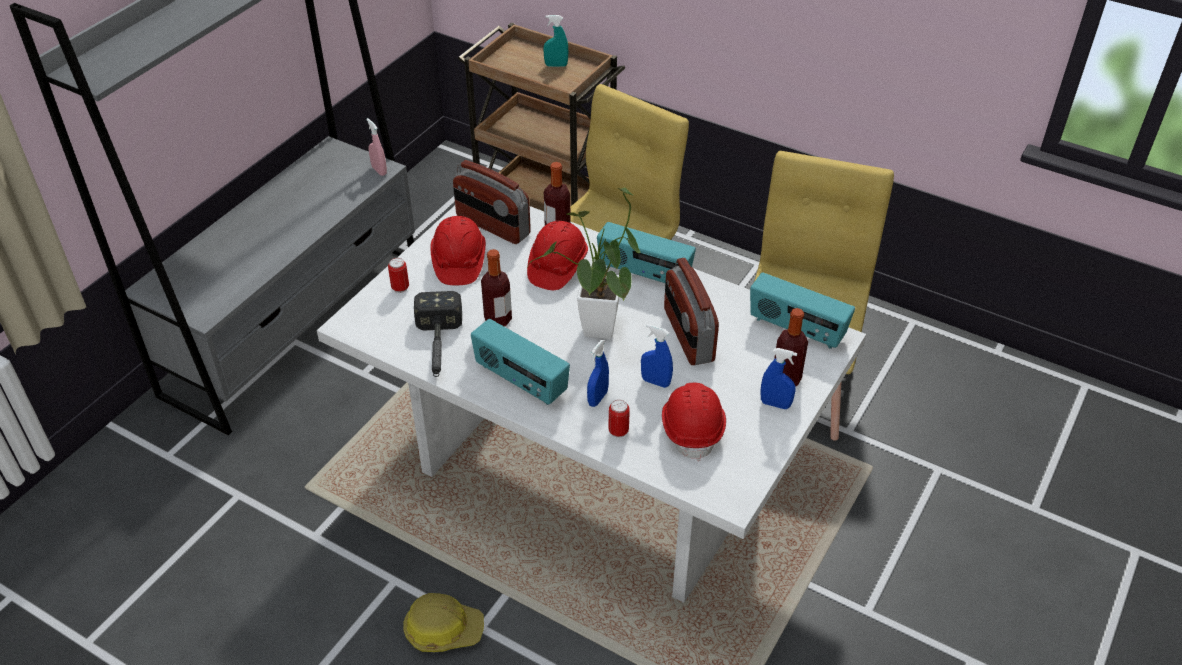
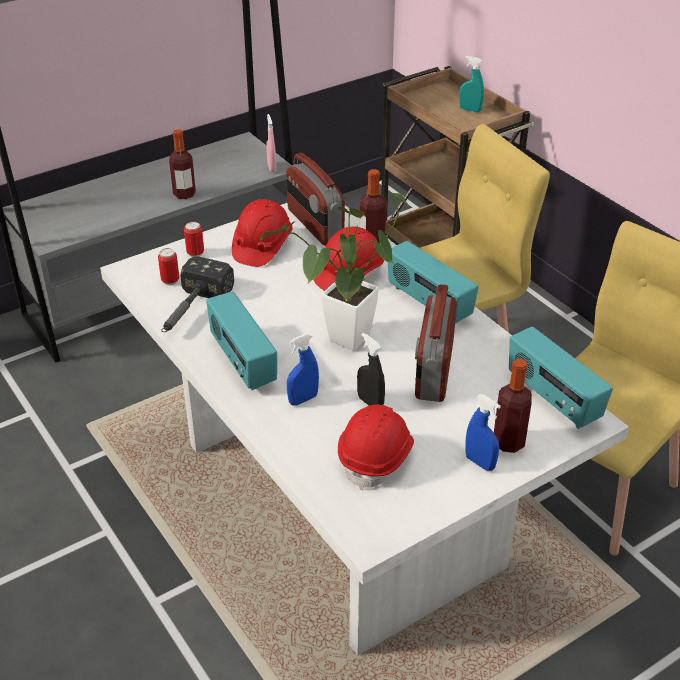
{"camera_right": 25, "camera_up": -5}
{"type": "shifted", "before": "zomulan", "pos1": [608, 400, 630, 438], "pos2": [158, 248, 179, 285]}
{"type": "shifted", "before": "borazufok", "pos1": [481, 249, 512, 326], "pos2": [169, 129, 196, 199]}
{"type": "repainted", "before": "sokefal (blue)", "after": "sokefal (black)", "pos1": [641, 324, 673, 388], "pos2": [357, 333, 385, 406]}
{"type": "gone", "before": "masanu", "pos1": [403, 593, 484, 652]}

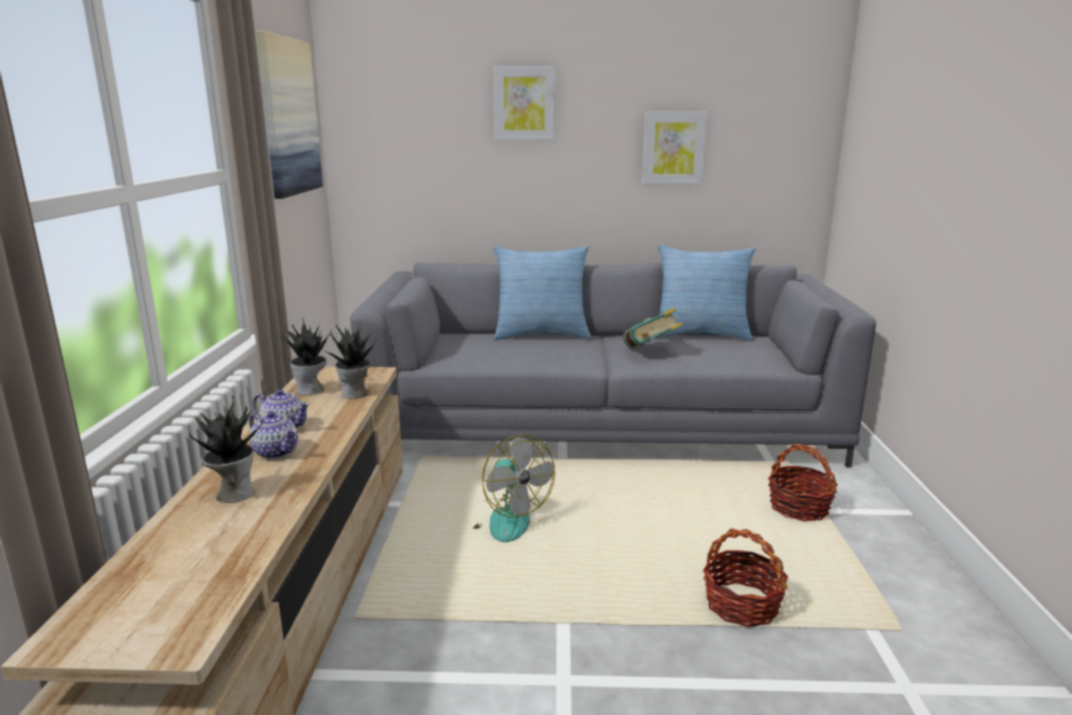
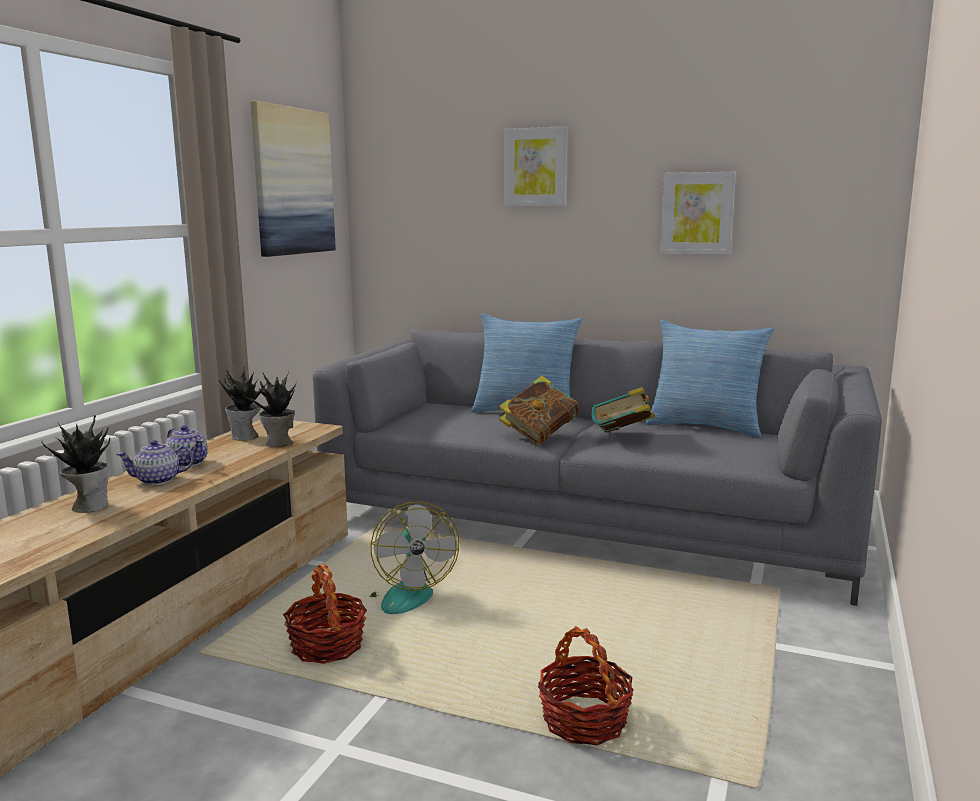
{"camera_right": 20, "camera_up": -5}
{"type": "rotated", "before": "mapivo", "pos1": [249, 411, 298, 459], "pos2": [116, 440, 194, 485], "turn": 105}
{"type": "shifted", "before": "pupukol", "pos1": [768, 444, 838, 522], "pos2": [283, 564, 367, 664]}
{"type": "new", "after": "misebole", "pos2": [499, 376, 579, 445]}

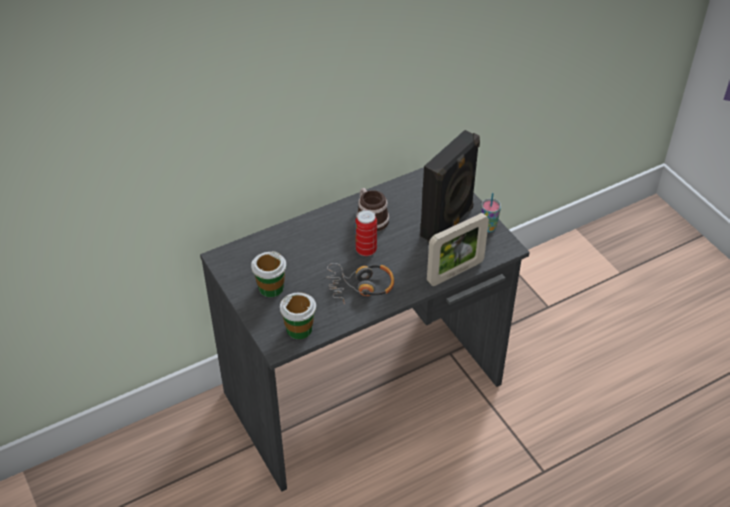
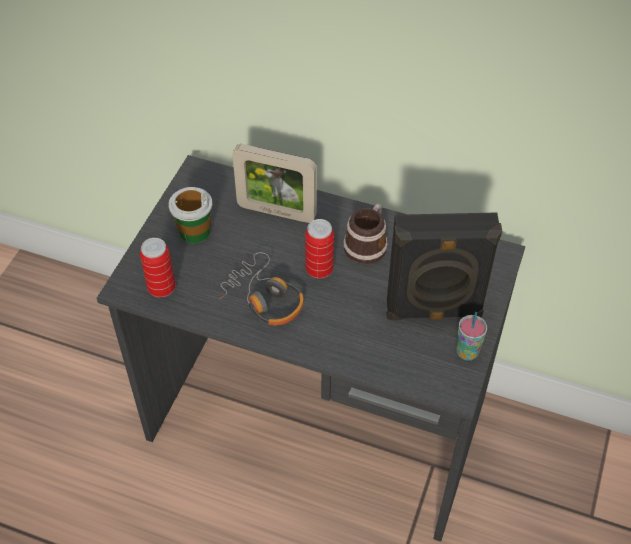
{"camera_right": 50, "camera_up": 5}
{"type": "swapped", "before": "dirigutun", "after": "zomulan", "pos1": [280, 293, 316, 339], "pos2": [140, 238, 175, 297]}
{"type": "shifted", "before": "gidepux", "pos1": [427, 213, 489, 286], "pos2": [232, 144, 317, 223]}

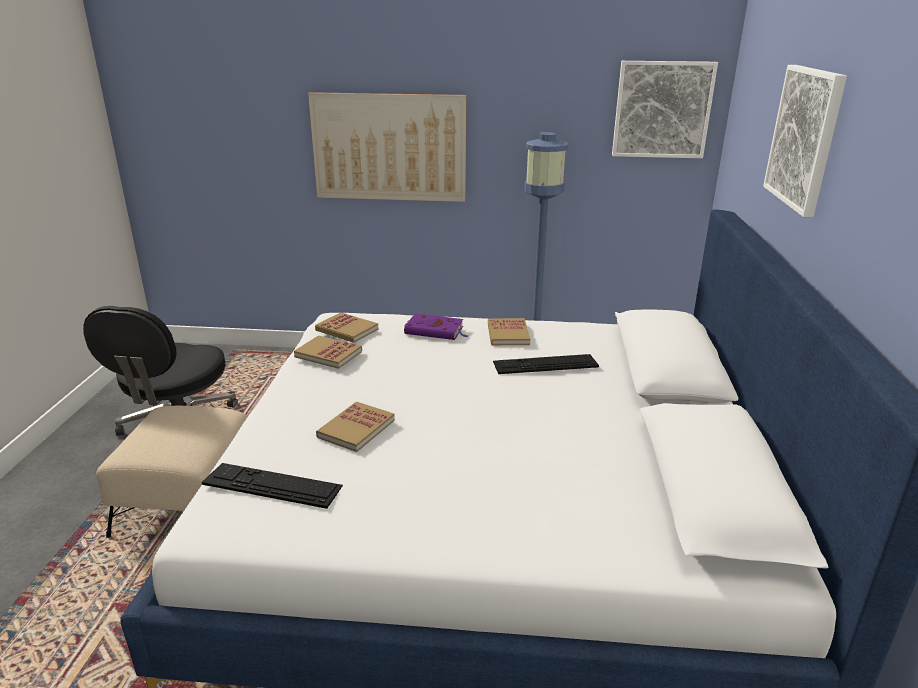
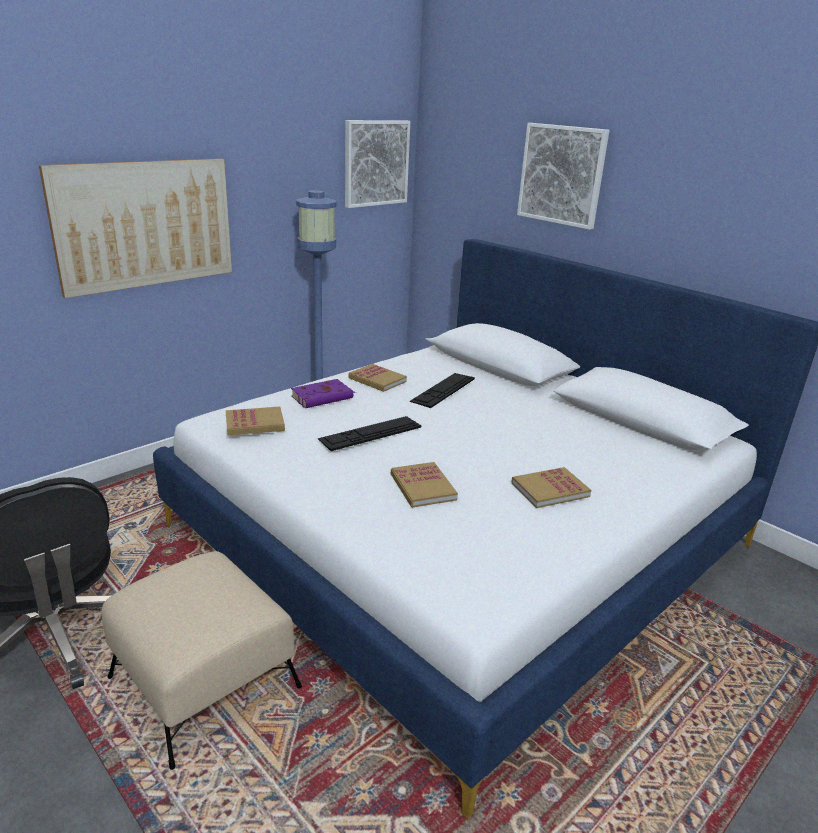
{"camera_right": -50, "camera_up": 0}
{"type": "shifted", "before": "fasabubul", "pos1": [202, 463, 343, 509], "pos2": [318, 416, 421, 451]}
{"type": "shifted", "before": "misebole", "pos1": [294, 336, 362, 369], "pos2": [511, 467, 591, 508]}

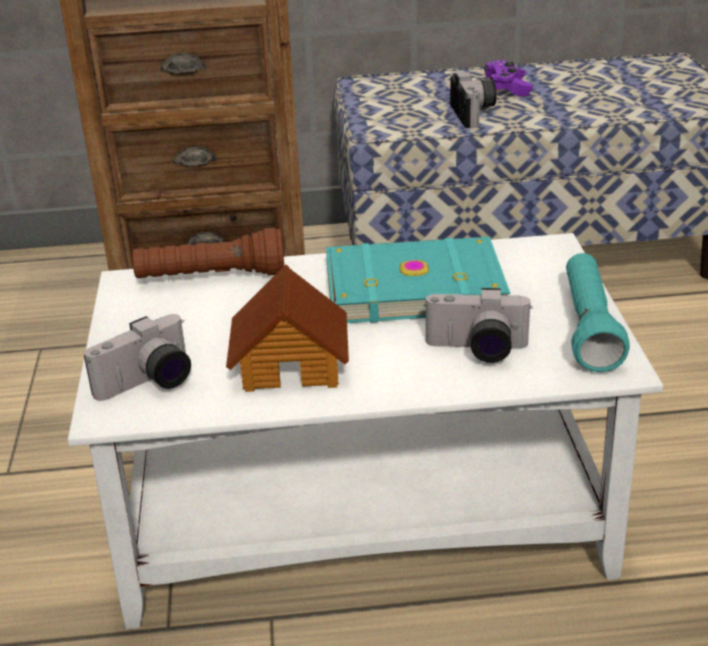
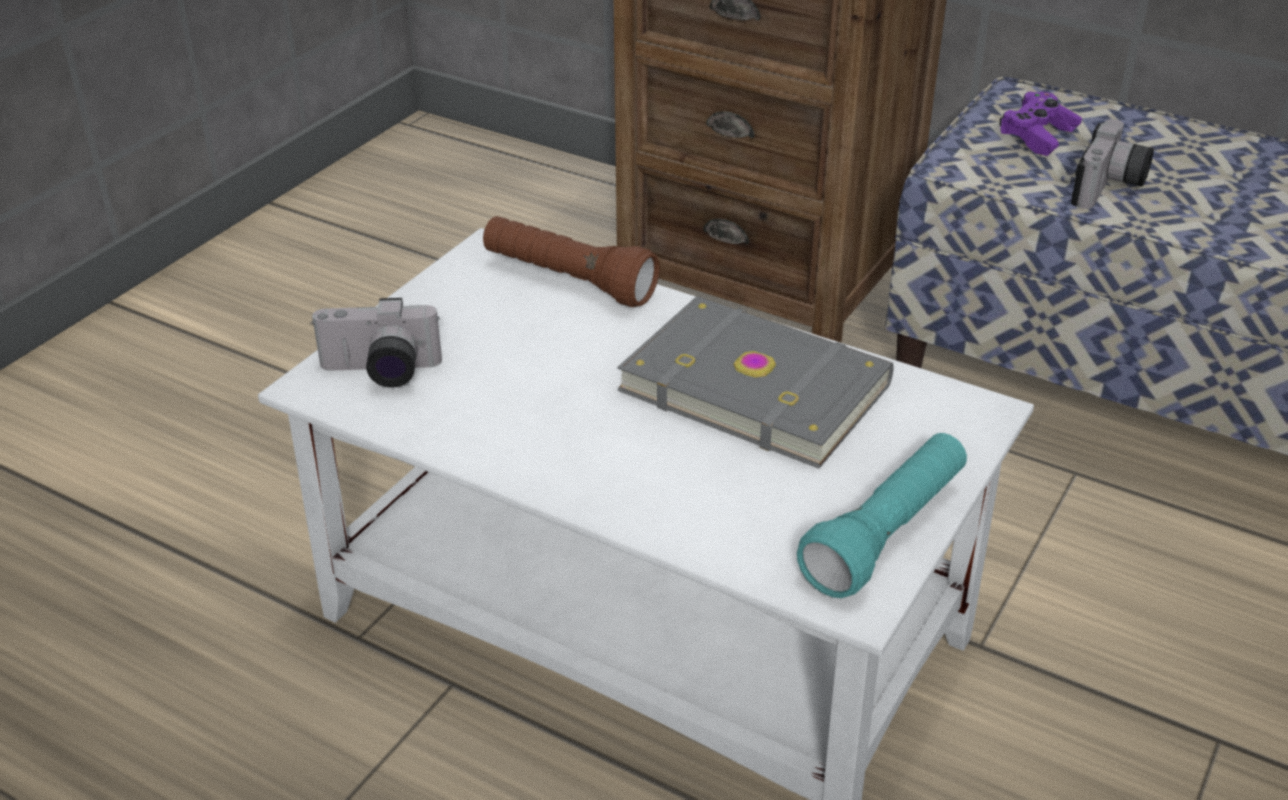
{"camera_right": 35, "camera_up": 5}
{"type": "repainted", "before": "misebole (turquoise)", "after": "misebole (grey)", "pos1": [326, 236, 510, 323], "pos2": [617, 296, 894, 469]}
{"type": "shifted", "before": "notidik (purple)", "pos1": [484, 60, 533, 97], "pos2": [999, 92, 1082, 156]}
{"type": "gone", "before": "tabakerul", "pos1": [226, 264, 349, 392]}
{"type": "gone", "before": "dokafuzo", "pos1": [424, 288, 533, 363]}

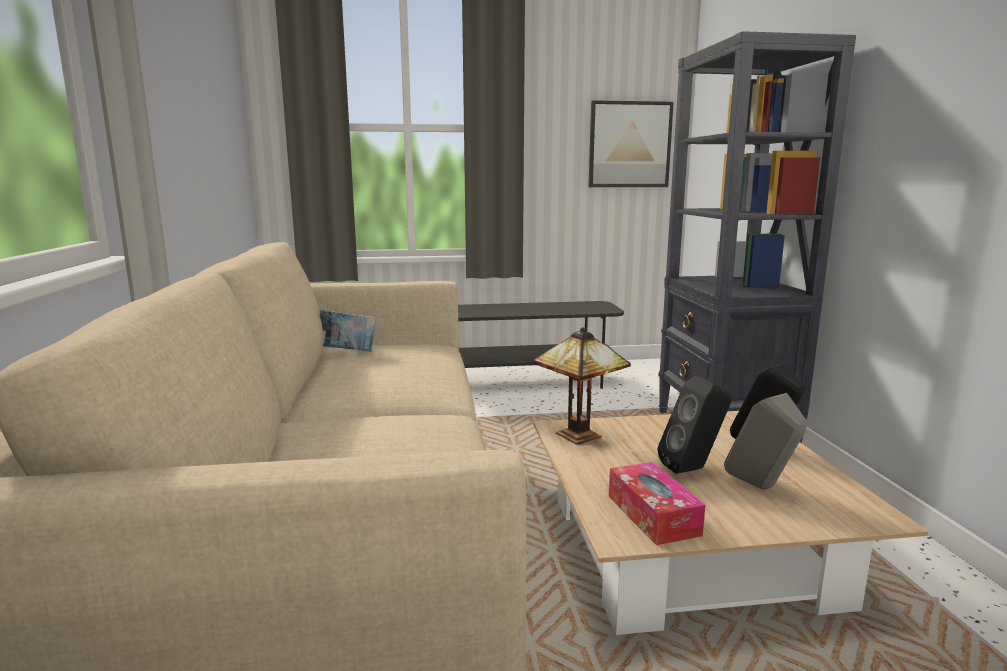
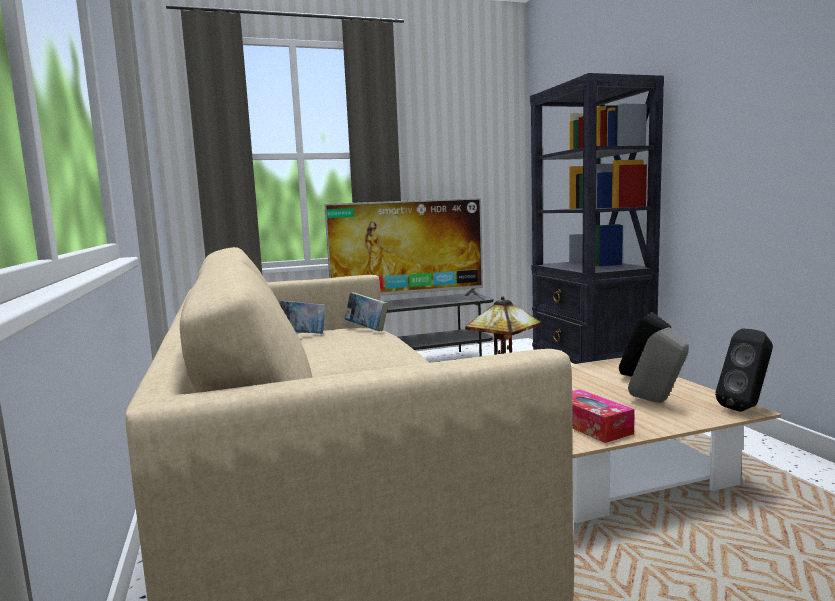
{"camera_right": -10, "camera_up": -5}
{"type": "new", "after": "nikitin", "pos2": [324, 198, 486, 300]}
{"type": "new", "after": "misebole", "pos2": [345, 292, 388, 331]}
{"type": "shifted", "before": "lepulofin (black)", "pos1": [657, 376, 731, 474], "pos2": [715, 328, 773, 412]}
{"type": "gone", "before": "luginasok", "pos1": [588, 100, 674, 187]}

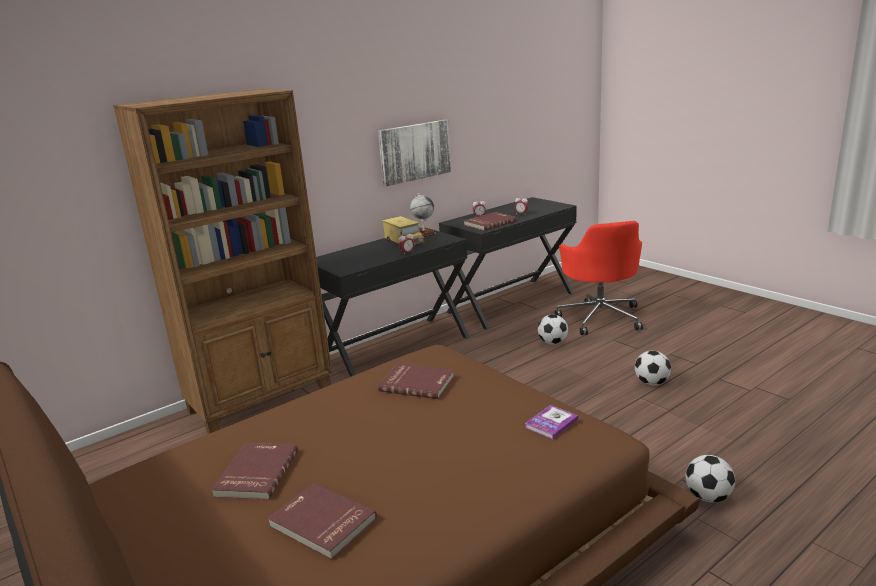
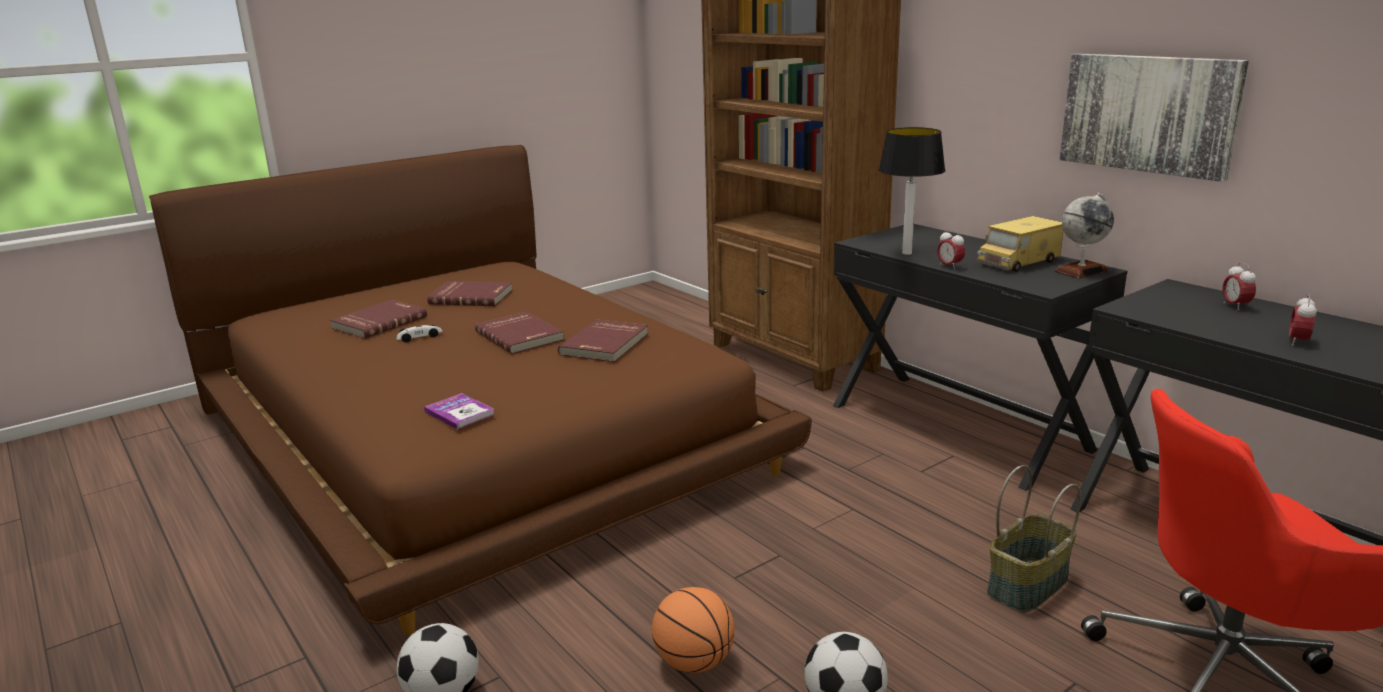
{"camera_right": 90, "camera_up": 0}
{"type": "new", "after": "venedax", "pos2": [396, 325, 443, 343]}
{"type": "shifted", "before": "misebole (red)", "pos1": [464, 212, 516, 231], "pos2": [475, 312, 565, 354]}
{"type": "new", "after": "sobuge", "pos2": [652, 587, 735, 673]}
{"type": "new", "after": "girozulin", "pos2": [878, 127, 945, 255]}
{"type": "swapped", "before": "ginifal", "after": "pupukol", "pos1": [538, 314, 568, 345], "pos2": [987, 465, 1081, 613]}

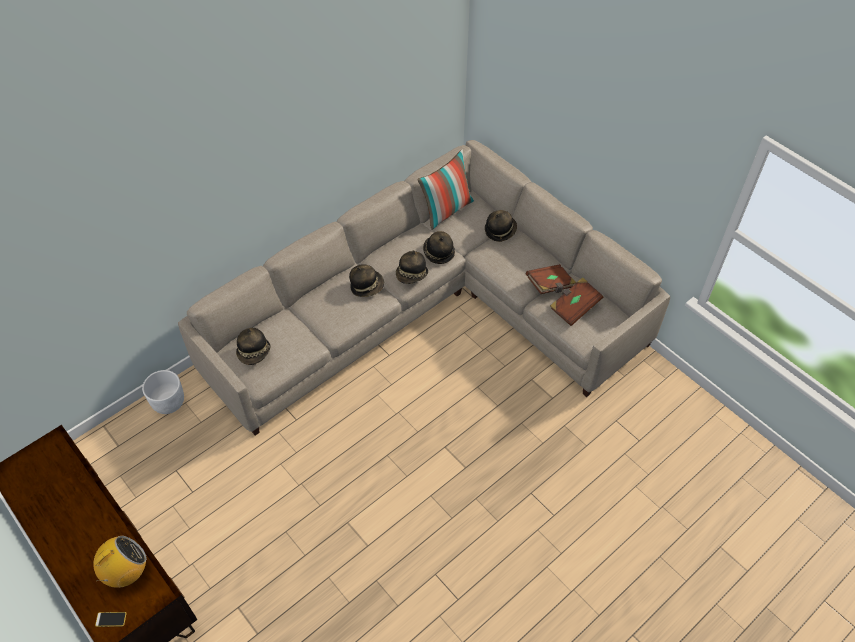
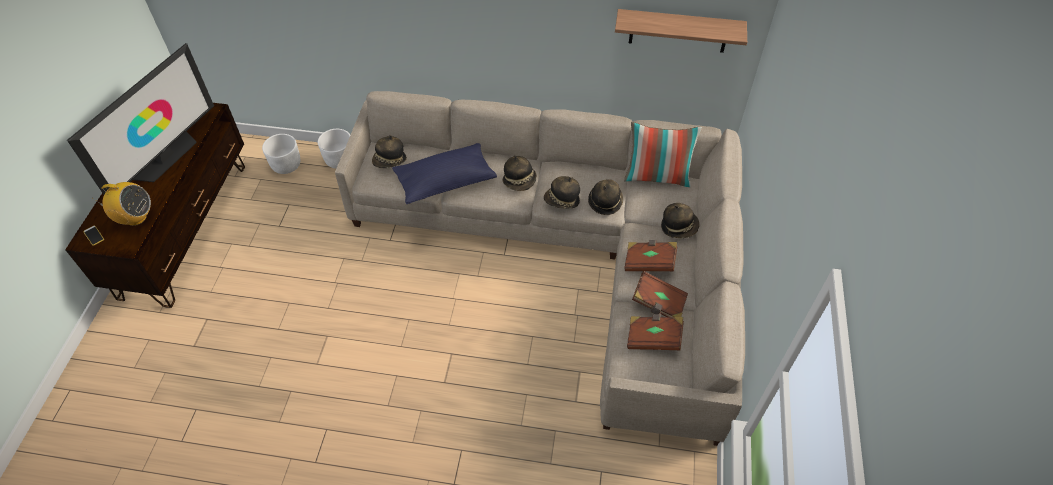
{"camera_right": 50, "camera_up": 0}
{"type": "new", "after": "nikitin", "pos2": [67, 43, 214, 195]}
{"type": "new", "after": "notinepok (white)", "pos2": [262, 134, 300, 174]}
{"type": "new", "after": "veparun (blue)", "pos2": [392, 143, 497, 204]}
{"type": "new", "after": "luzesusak", "pos2": [615, 9, 747, 53]}
{"type": "new", "after": "misebole (brown)", "pos2": [624, 240, 677, 271]}

